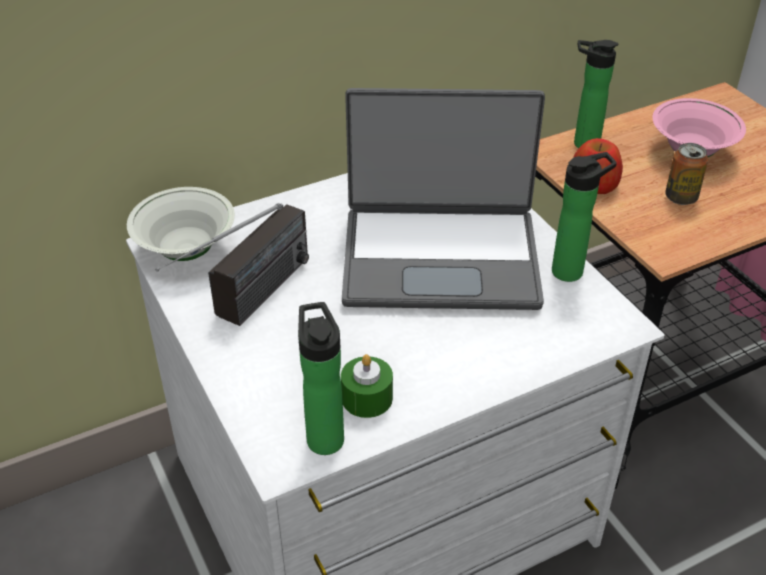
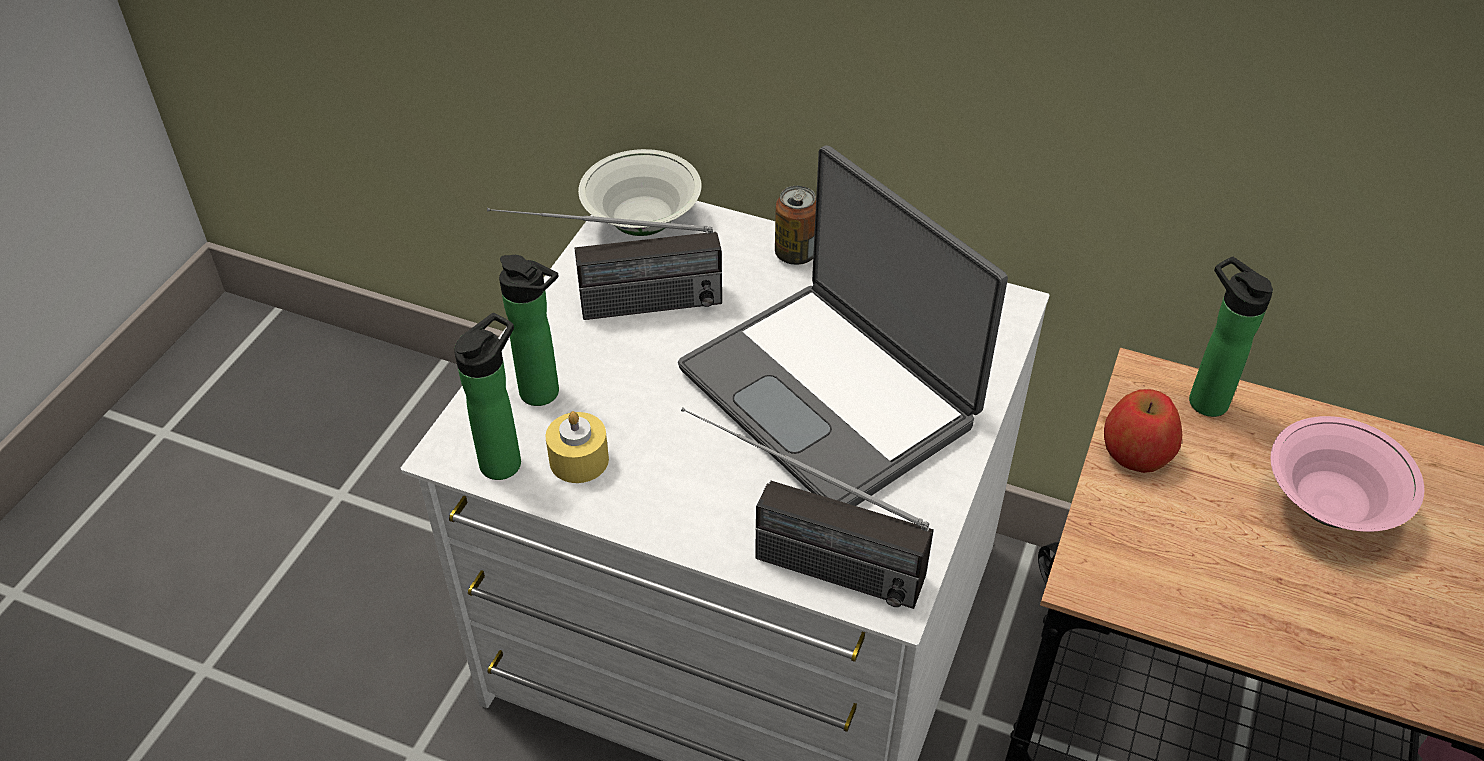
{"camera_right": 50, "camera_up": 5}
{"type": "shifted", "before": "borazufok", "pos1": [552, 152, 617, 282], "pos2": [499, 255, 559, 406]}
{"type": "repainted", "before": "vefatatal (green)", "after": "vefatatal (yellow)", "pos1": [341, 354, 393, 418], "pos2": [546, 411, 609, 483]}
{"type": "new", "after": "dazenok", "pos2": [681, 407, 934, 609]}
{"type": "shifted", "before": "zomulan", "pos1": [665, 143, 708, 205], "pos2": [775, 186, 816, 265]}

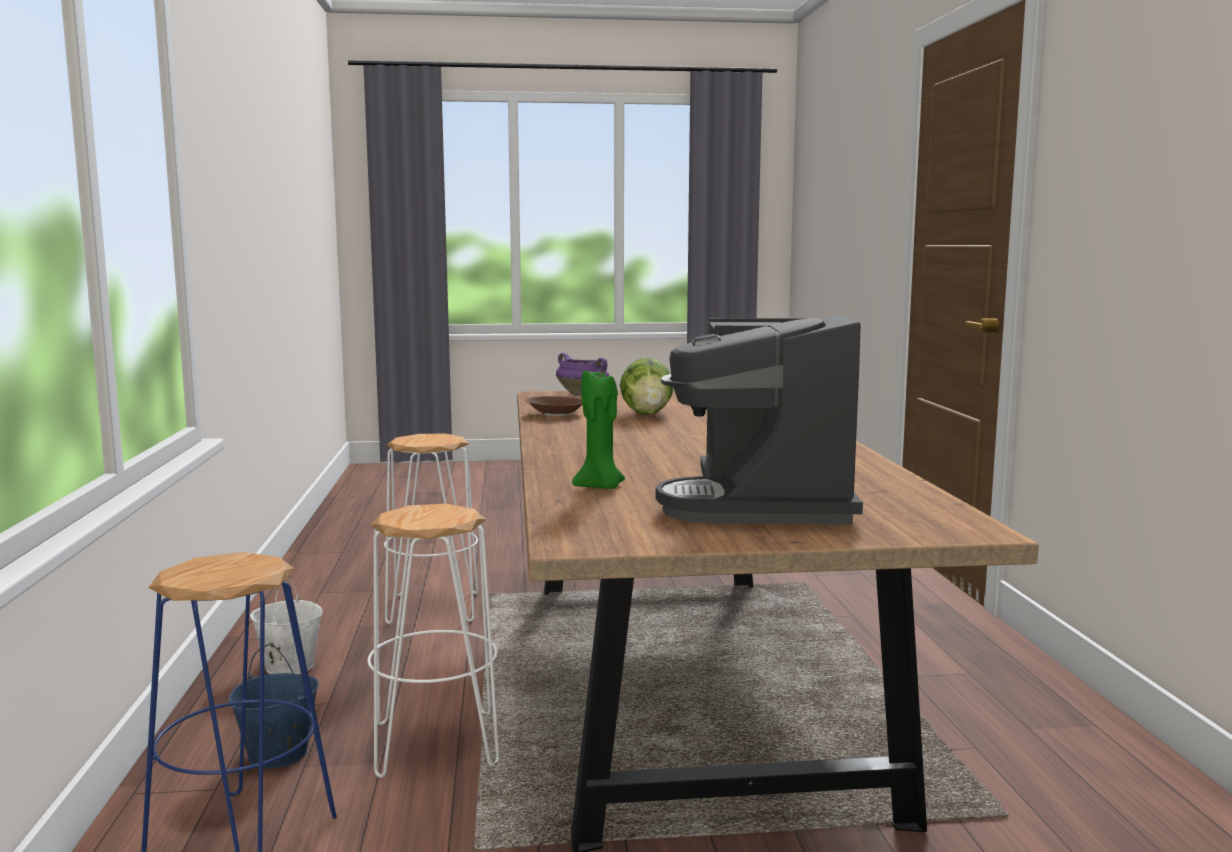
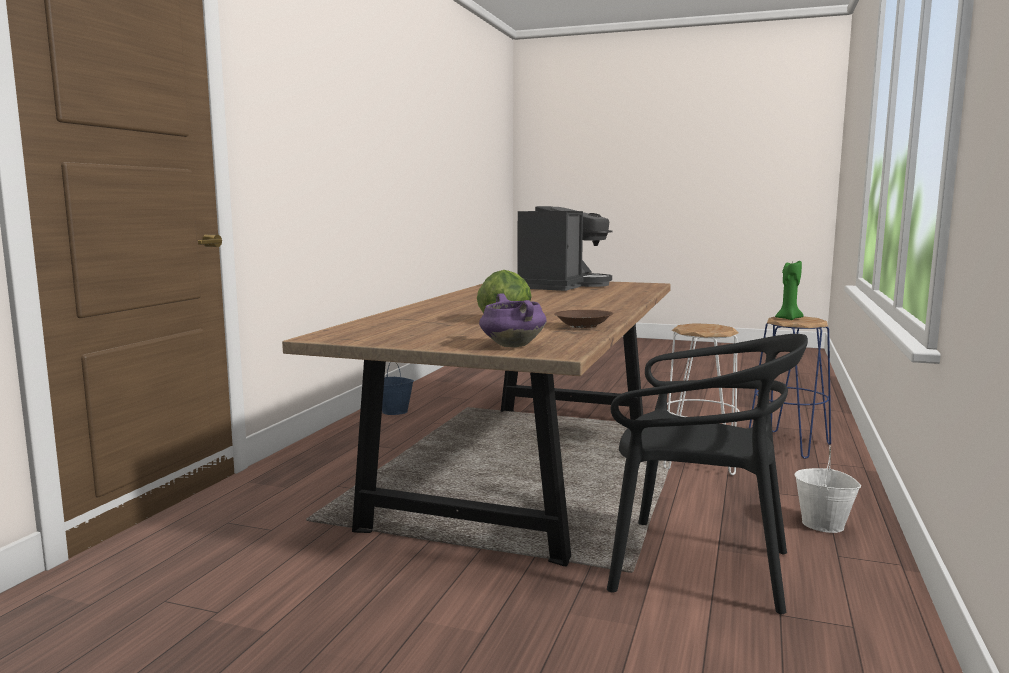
{"camera_right": -155, "camera_up": 0}
{"type": "shifted", "before": "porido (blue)", "pos1": [229, 643, 319, 768], "pos2": [382, 362, 414, 415]}
{"type": "swapped", "before": "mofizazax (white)", "after": "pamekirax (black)", "pos1": [384, 434, 479, 624], "pos2": [607, 334, 808, 614]}
{"type": "shifted", "before": "vefatatal (green)", "pos1": [572, 371, 625, 489], "pos2": [775, 259, 804, 320]}

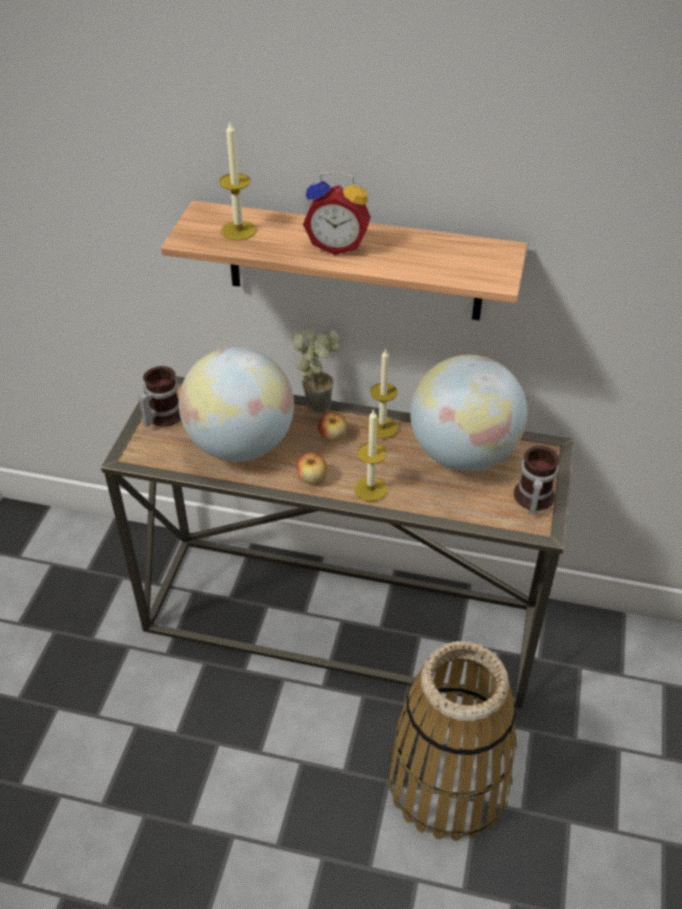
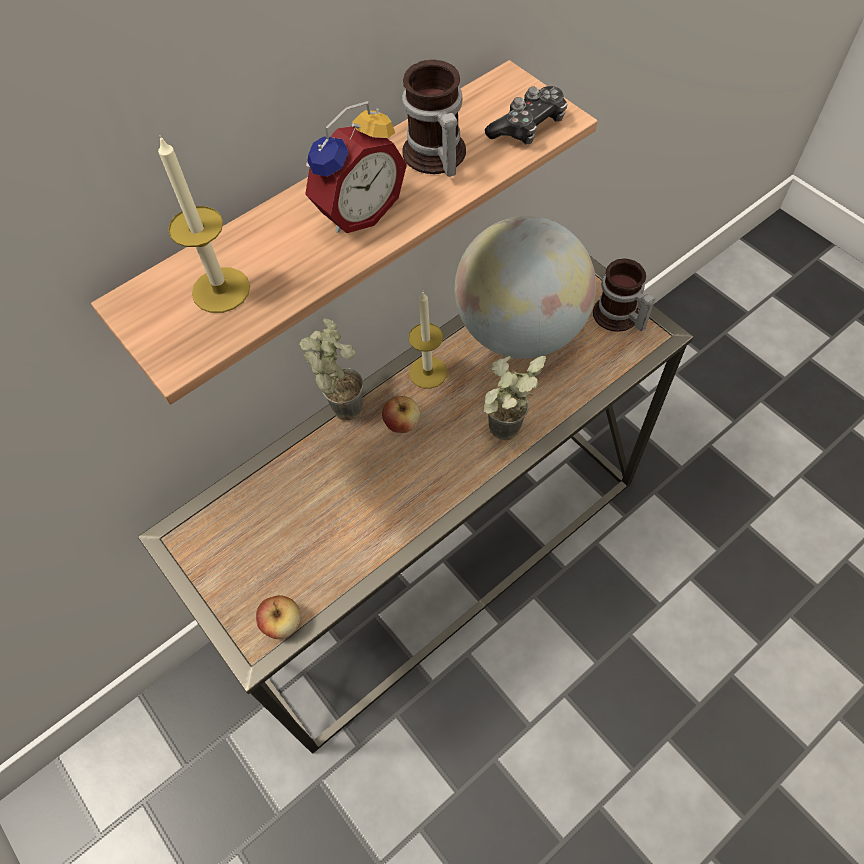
{"camera_right": -50, "camera_up": 15}
{"type": "shifted", "before": "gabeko", "pos1": [297, 452, 327, 484], "pos2": [256, 595, 301, 639]}
{"type": "shifted", "before": "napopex", "pos1": [138, 366, 181, 427], "pos2": [402, 60, 466, 177]}
{"type": "swapped", "before": "vefatatal", "after": "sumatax", "pos1": [354, 409, 387, 501], "pos2": [484, 356, 546, 440]}
{"type": "new", "after": "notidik", "pos2": [485, 86, 567, 145]}
{"type": "gone", "before": "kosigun", "pos1": [179, 347, 294, 462]}
{"type": "gone", "before": "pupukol", "pos1": [388, 641, 517, 841]}

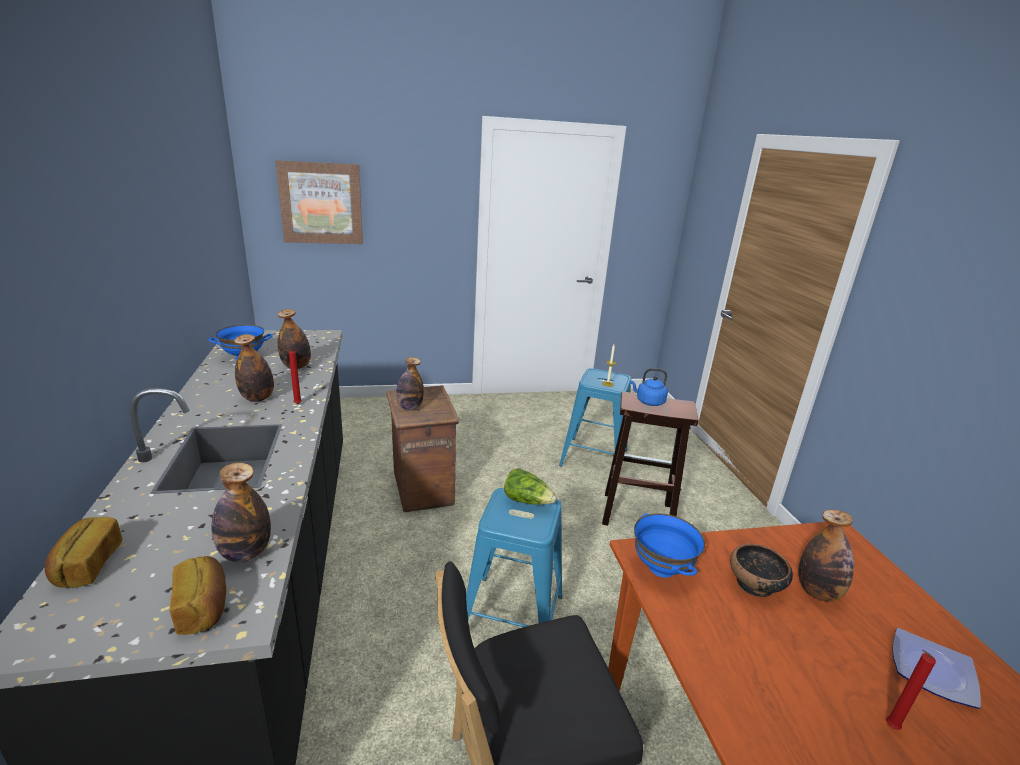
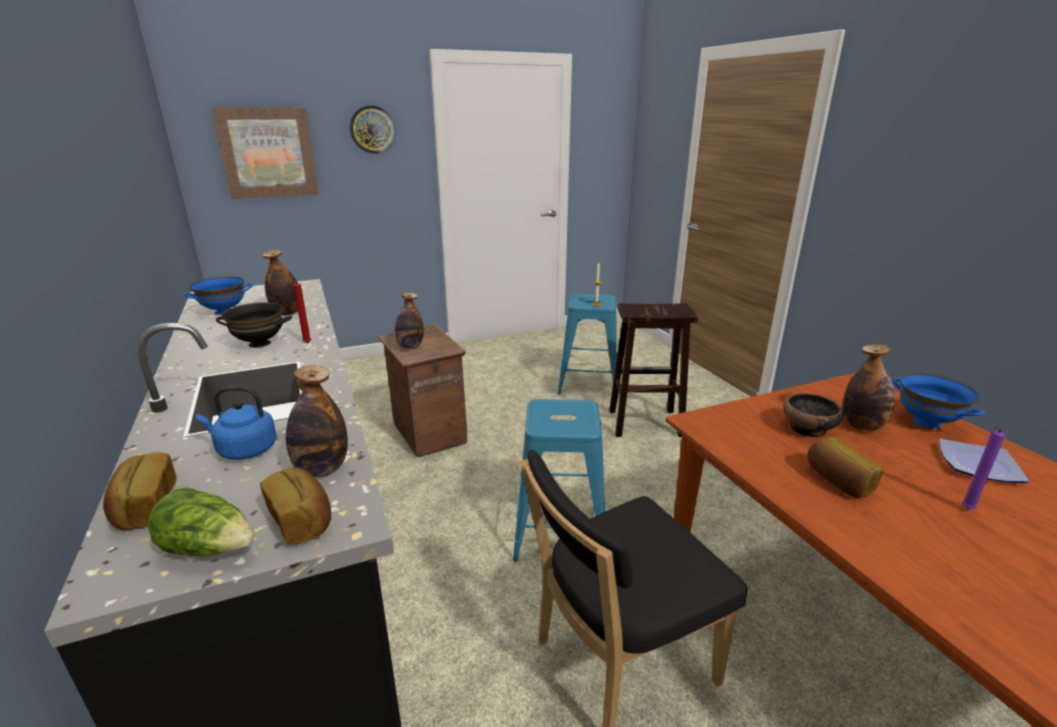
{"camera_right": -10, "camera_up": 0}
{"type": "shifted", "before": "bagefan", "pos1": [504, 468, 557, 504], "pos2": [148, 487, 255, 556]}
{"type": "shifted", "before": "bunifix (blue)", "pos1": [630, 368, 668, 406], "pos2": [196, 386, 277, 460]}
{"type": "swapped", "before": "borazufok", "after": "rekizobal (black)", "pos1": [234, 334, 274, 402], "pos2": [216, 302, 292, 348]}
{"type": "new", "after": "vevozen", "pos2": [350, 105, 396, 154]}
{"type": "new", "after": "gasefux", "pos2": [807, 437, 884, 498]}
{"type": "shifted", "before": "rekizobal (blue)", "pos1": [634, 513, 705, 578], "pos2": [892, 373, 985, 429]}
{"type": "repainted", "before": "vefatatal (red)", "after": "vefatatal (purple)", "pos1": [886, 650, 936, 730], "pos2": [962, 425, 1005, 510]}

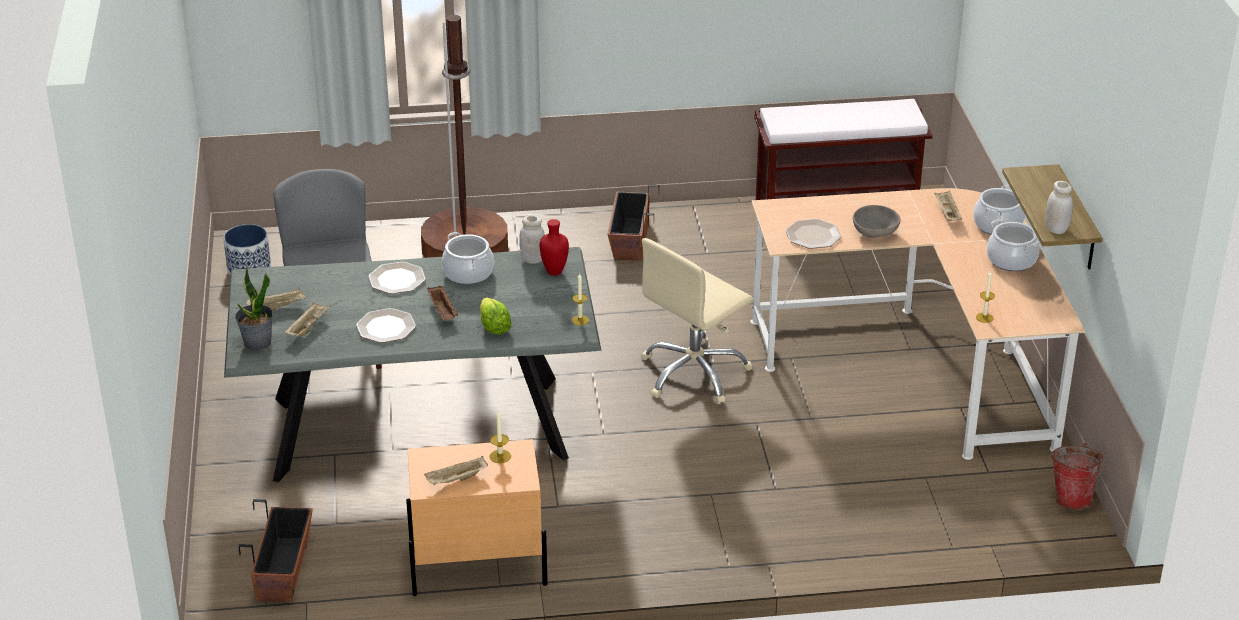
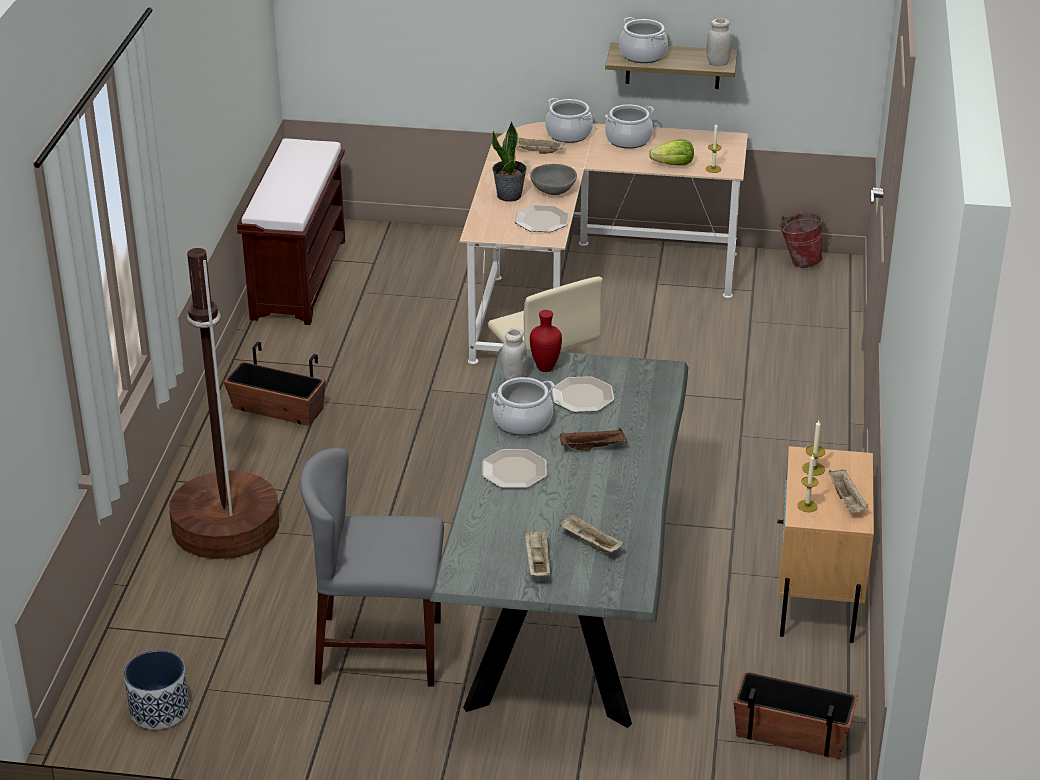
{"camera_right": -75, "camera_up": 0}
{"type": "shifted", "before": "sumatax", "pos1": [235, 267, 273, 350], "pos2": [492, 121, 527, 202]}
{"type": "shifted", "before": "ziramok", "pos1": [356, 308, 416, 343], "pos2": [552, 376, 614, 412]}
{"type": "new", "after": "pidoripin", "pos2": [619, 17, 668, 63]}
{"type": "shifted", "before": "bagefan", "pos1": [480, 298, 511, 335], "pos2": [649, 139, 694, 166]}
{"type": "shifted", "before": "vefatatal", "pos1": [572, 273, 589, 325], "pos2": [797, 455, 818, 512]}

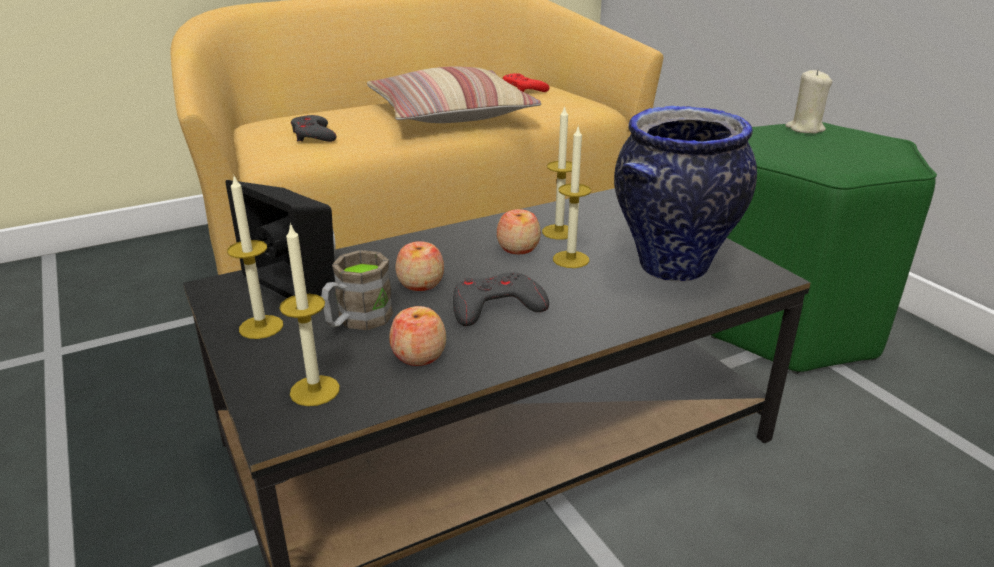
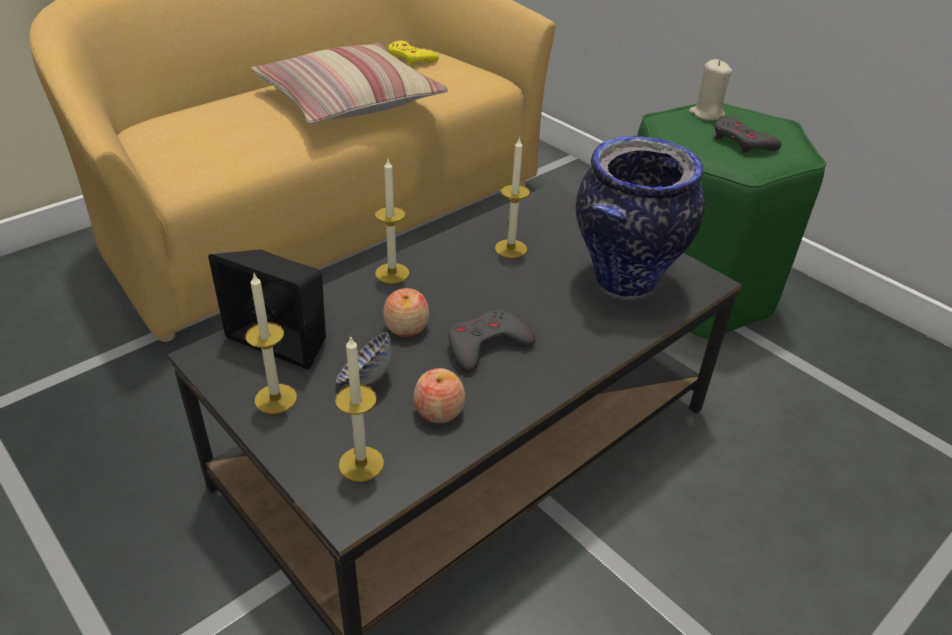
{"camera_right": -15, "camera_up": 10}
{"type": "swapped", "before": "napopex (brown)", "after": "rekizobal", "pos1": [321, 250, 393, 330], "pos2": [336, 332, 391, 387]}
{"type": "shifted", "before": "vefatatal", "pos1": [553, 125, 591, 268], "pos2": [375, 159, 409, 284]}
{"type": "repainted", "before": "notidik (red)", "after": "notidik (yellow)", "pos1": [503, 73, 550, 92], "pos2": [388, 40, 439, 66]}
{"type": "shifted", "before": "notidik (grey)", "pos1": [291, 115, 337, 142], "pos2": [715, 116, 782, 153]}
{"type": "gone", "before": "gabeko", "pos1": [497, 209, 541, 254]}

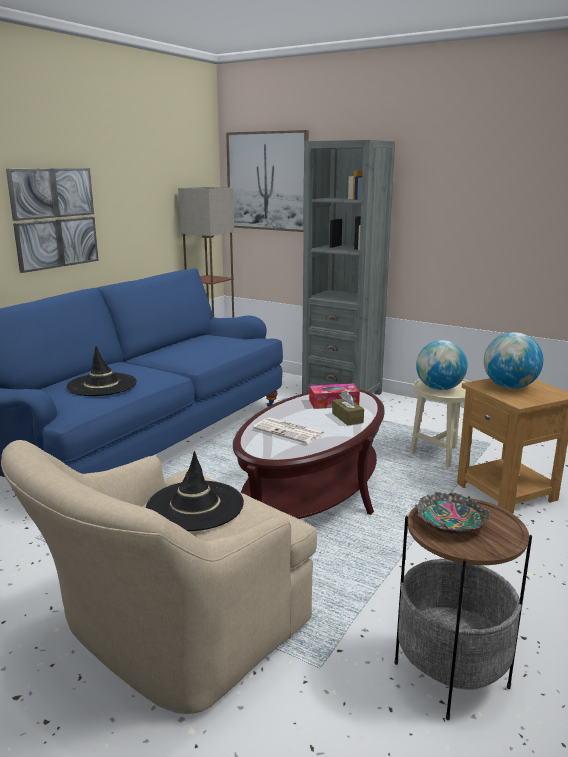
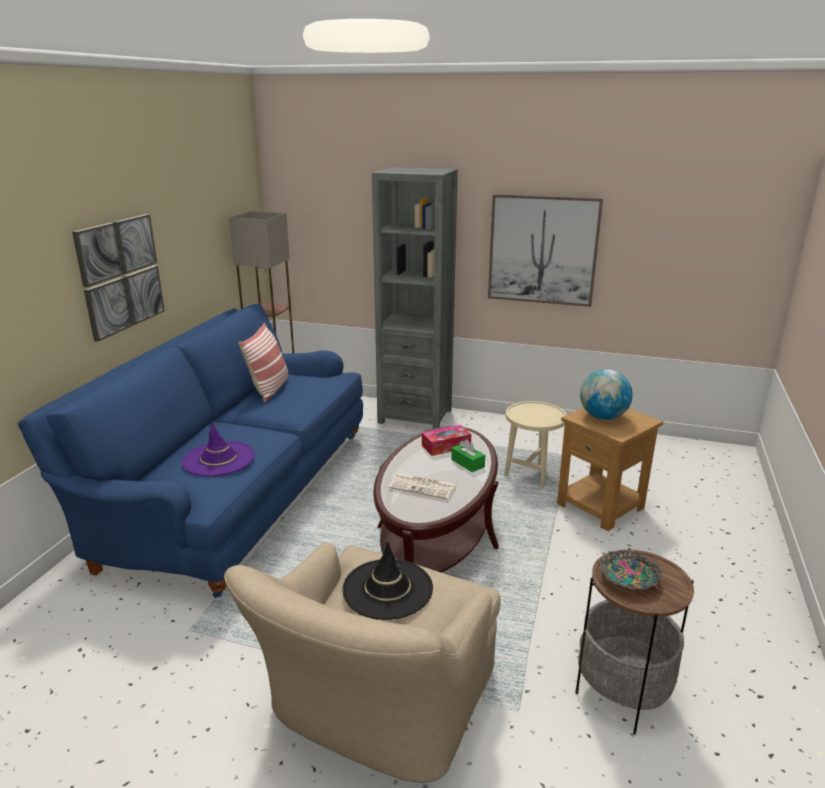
{"camera_right": -15, "camera_up": 5}
{"type": "repainted", "before": "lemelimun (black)", "after": "lemelimun (purple)", "pos1": [66, 346, 137, 396], "pos2": [182, 422, 255, 476]}
{"type": "new", "after": "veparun", "pos2": [239, 323, 289, 403]}
{"type": "repainted", "before": "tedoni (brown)", "after": "tedoni (green)", "pos1": [332, 391, 364, 426], "pos2": [451, 439, 485, 472]}
{"type": "shifted", "before": "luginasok", "pos1": [226, 130, 309, 232], "pos2": [488, 194, 603, 307]}
{"type": "gone", "before": "kosigun", "pos1": [416, 340, 467, 390]}

